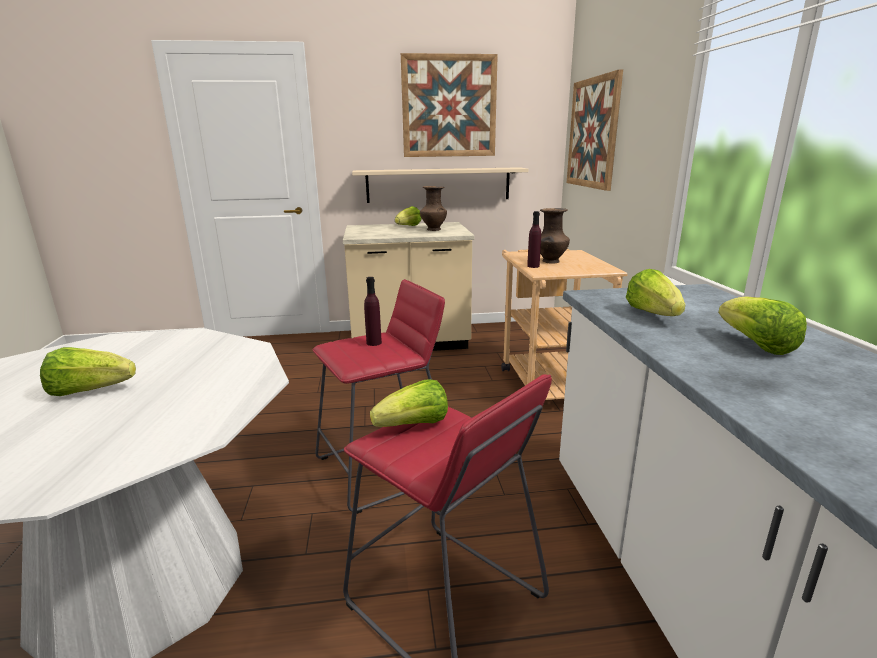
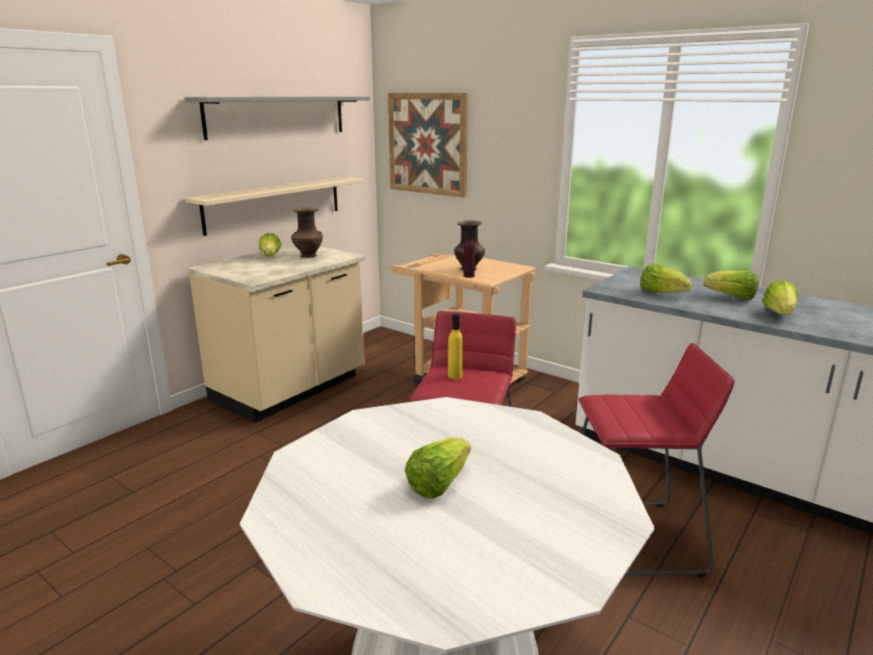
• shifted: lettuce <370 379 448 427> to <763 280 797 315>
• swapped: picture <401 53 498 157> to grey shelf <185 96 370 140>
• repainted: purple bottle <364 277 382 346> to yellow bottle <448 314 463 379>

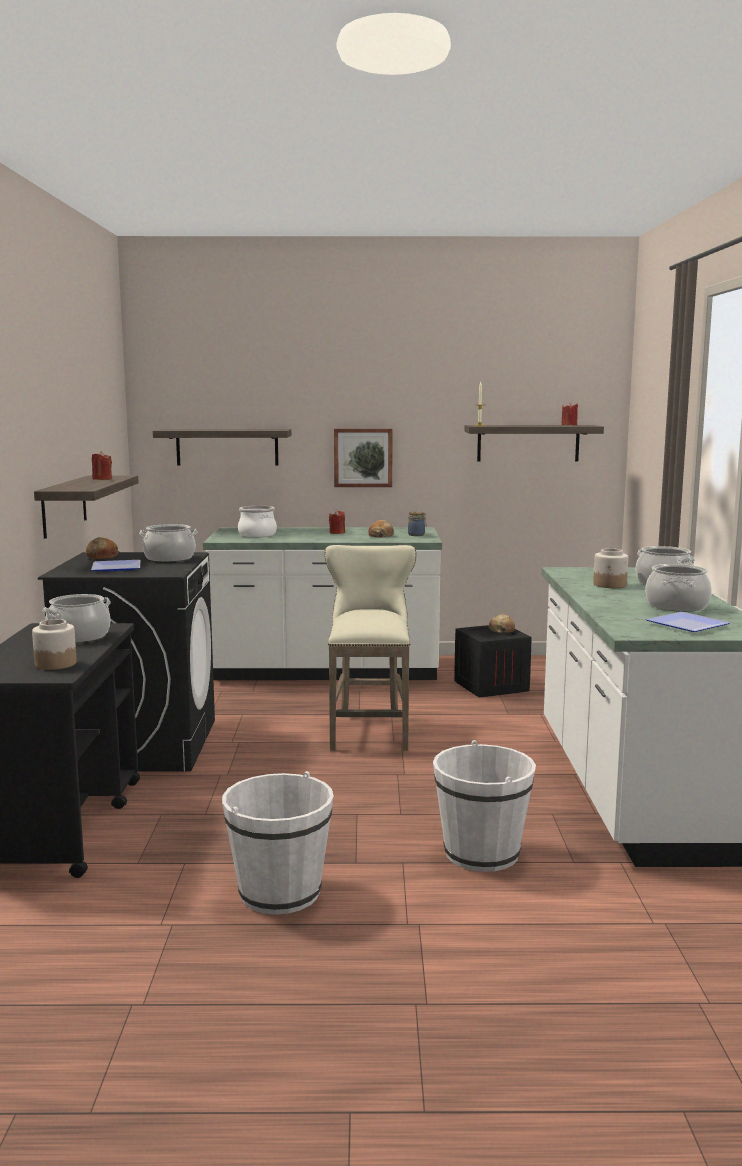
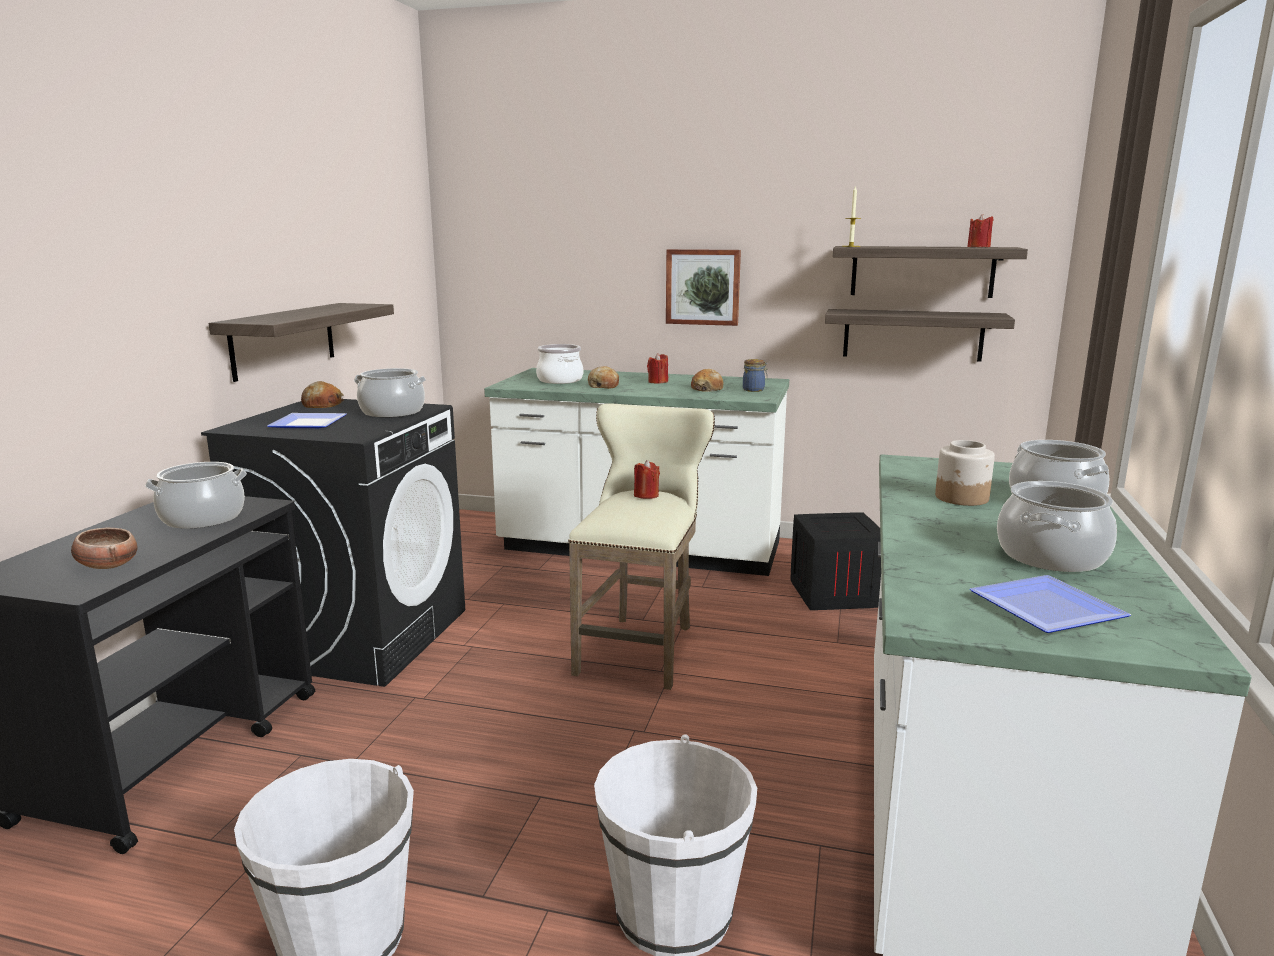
• shifted: red candle <92 451 112 480> to <634 460 660 499>
• shifted: shelf <153 429 291 466> to <825 309 1015 362>
• shifted: bread <489 614 515 633> to <588 366 619 389>
• swapped: jar <32 619 77 670> to bowl <71 528 138 569>

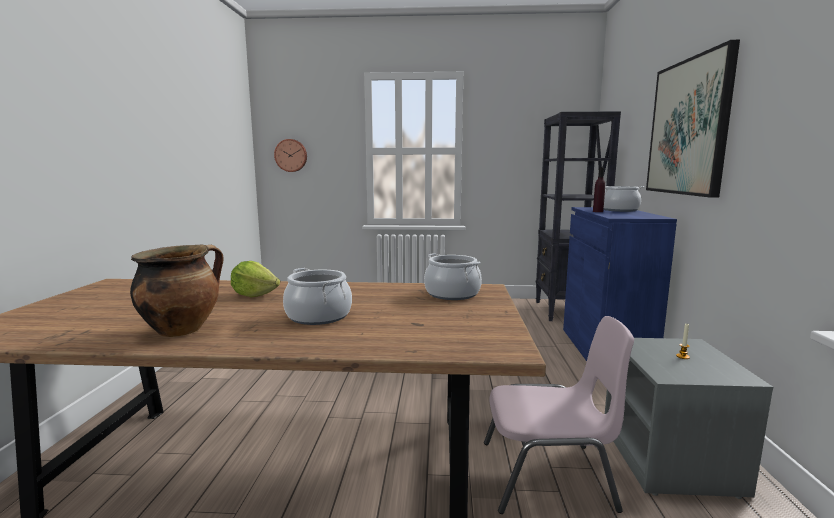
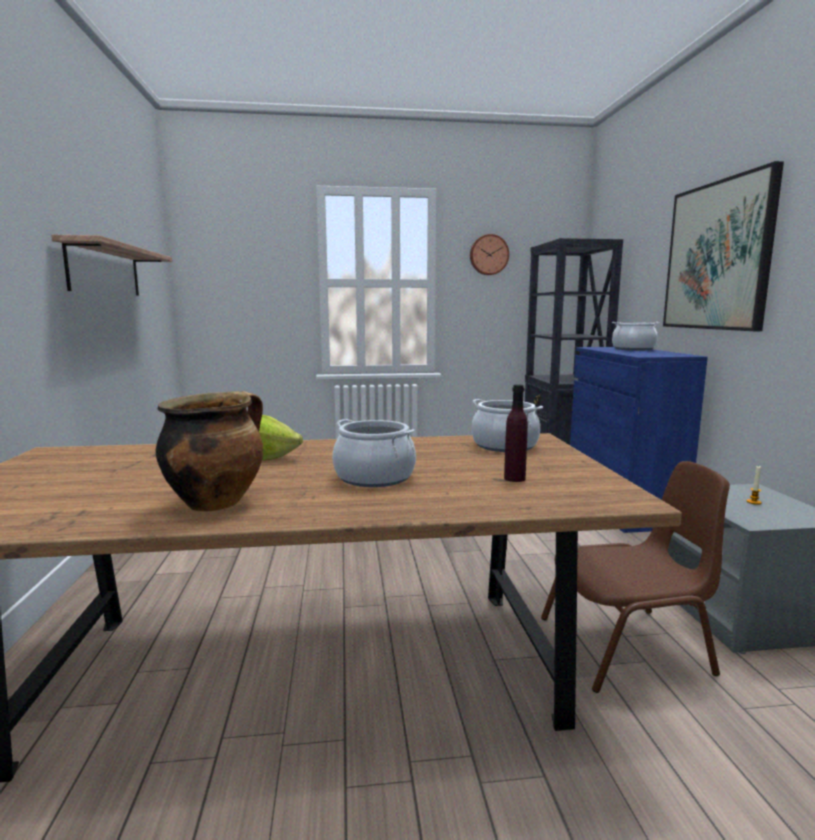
• new: shelf <51 235 172 296>
• shifted: wall clock <274 139 307 172> to <470 234 509 275>
• shifted: purple bottle <593 167 605 212> to <504 384 528 482>
• repainted: pink chair <484 316 634 514> to brown chair <541 461 730 693>

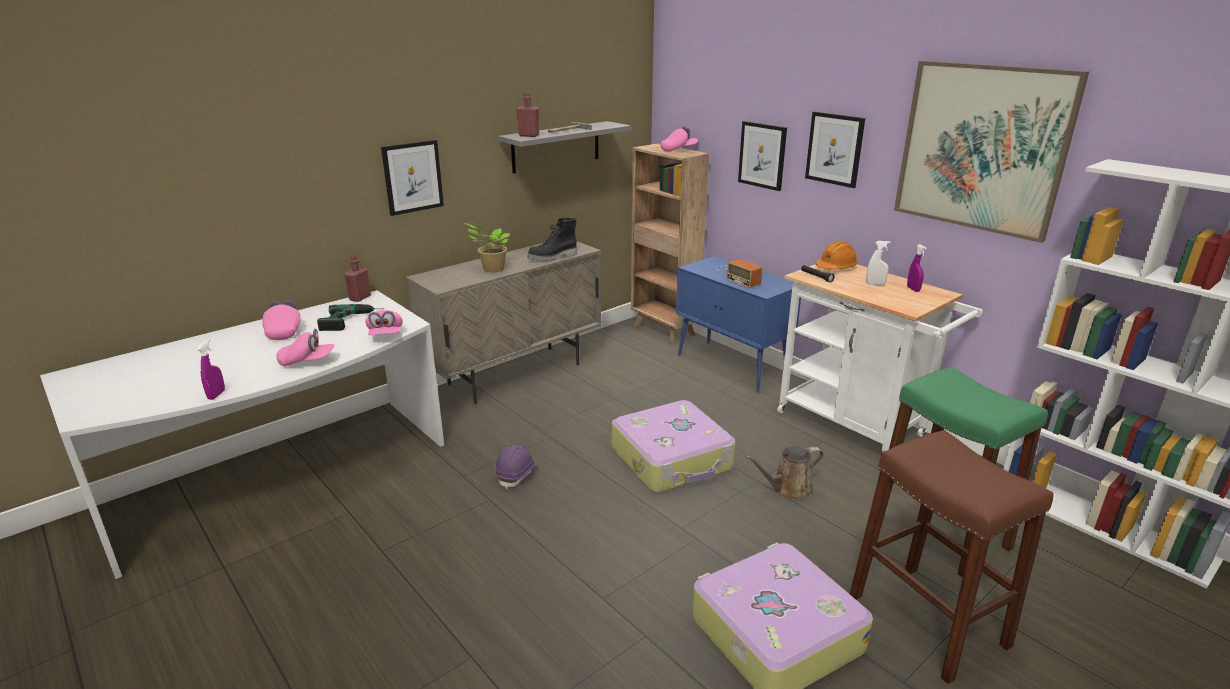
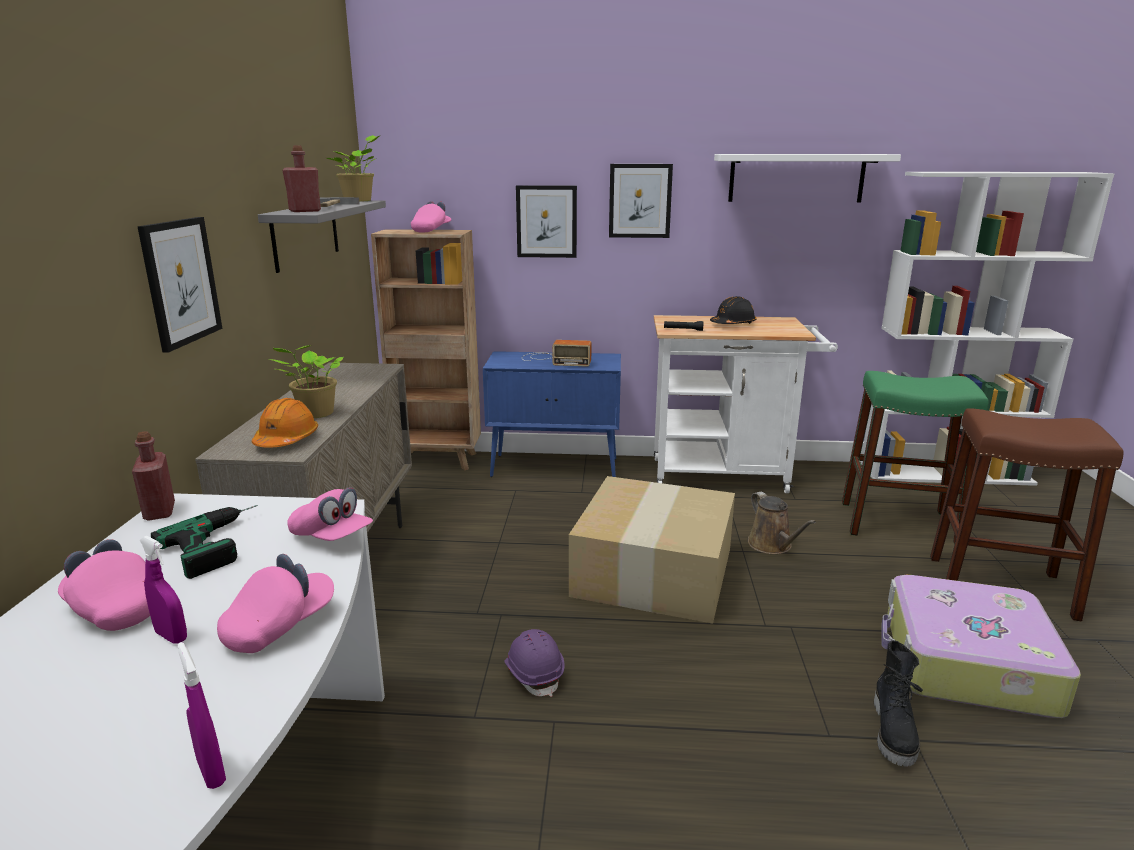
• new: potted plant <327 135 379 202>
• shifted: black boot <527 218 577 261> to <874 640 923 767>
• shifted: orange hard hat <815 241 858 270> to <252 398 318 448>
• shifted: purple spray bottle <907 244 927 292> to <139 536 187 643>
• swapped: suitcase <612 400 736 493> to cardboard box <569 476 735 624>
• swapped: white spray bottle <866 241 891 285> to black hard hat <710 296 757 324>
• swapped: picture <894 61 1089 243> to white shelf <714 154 901 202>
• rotated: brown watering can <745 446 824 500> = <748 492 816 554> 45 degrees counterclockwise

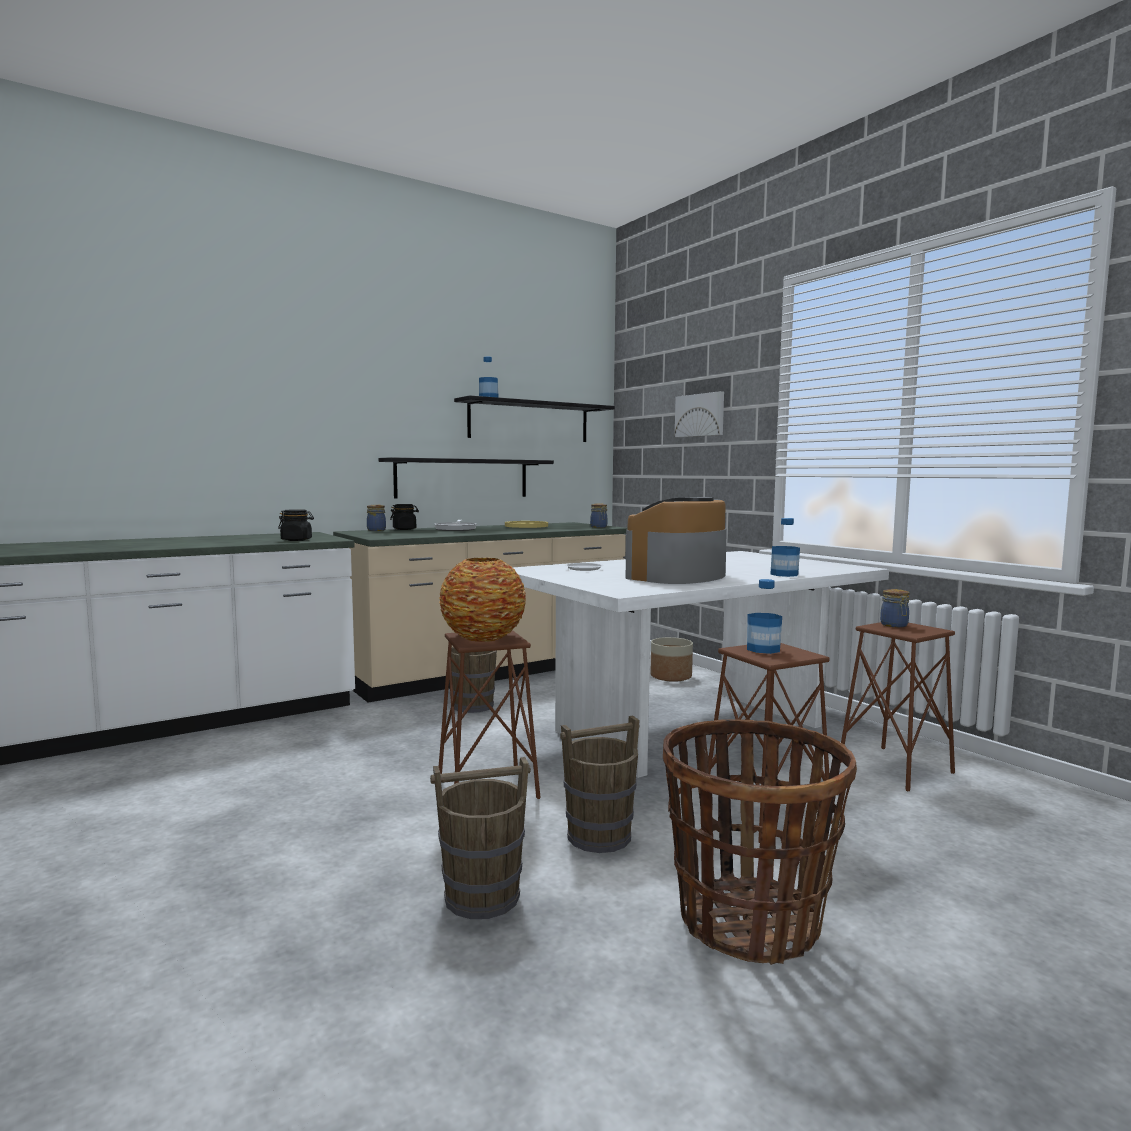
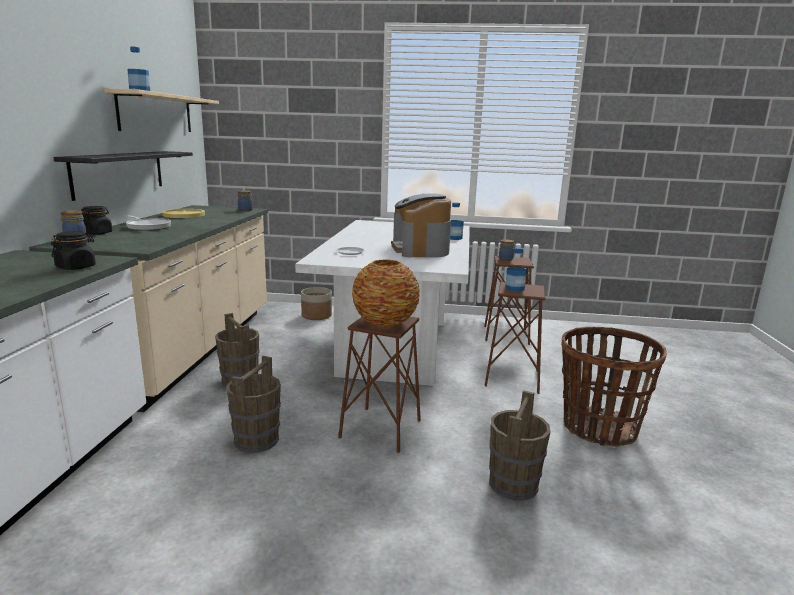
• gone: picture <675 391 724 437>
• shifted: brown bucket <560 715 640 853> to <226 356 281 453>
• repainted: black shelf <454 395 615 442> to beige shelf <104 88 219 132>

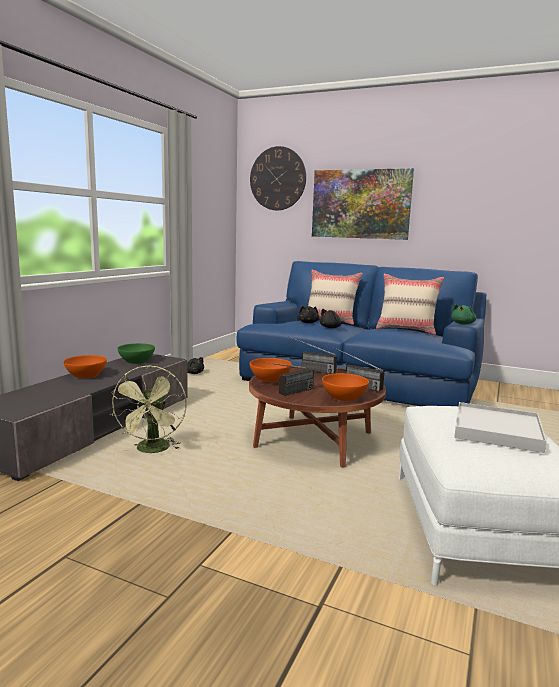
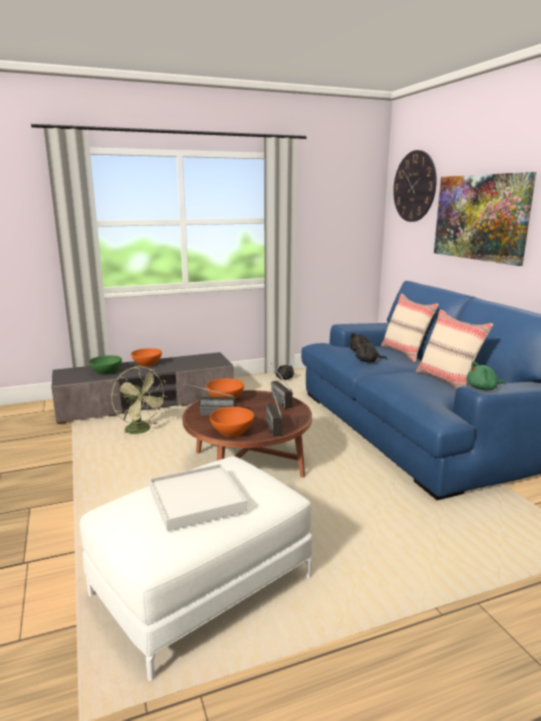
• shifted: green bowl <117 343 155 364> to <89 355 122 375>
• rotated: green fan <110 365 187 453> = <111 367 168 439> 90 degrees counterclockwise

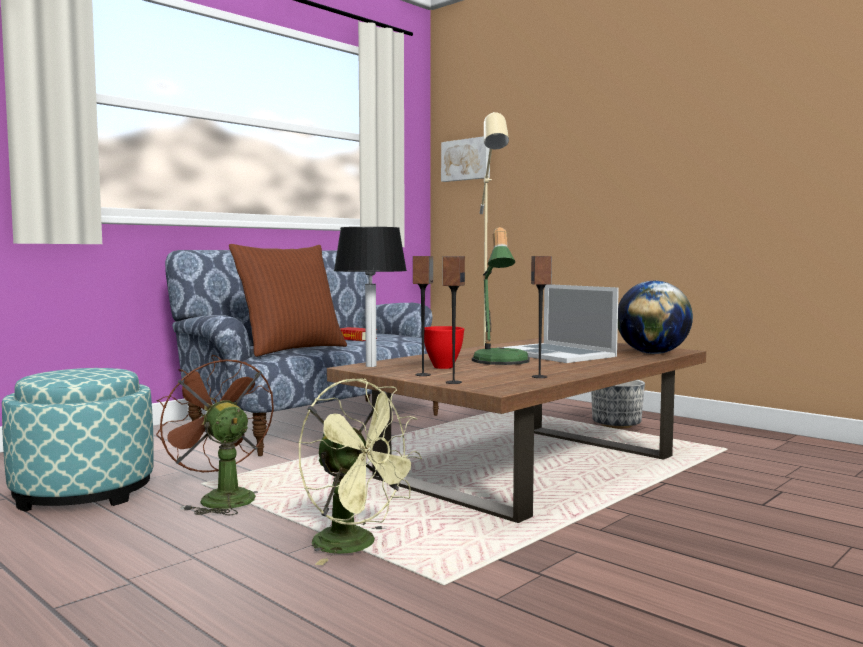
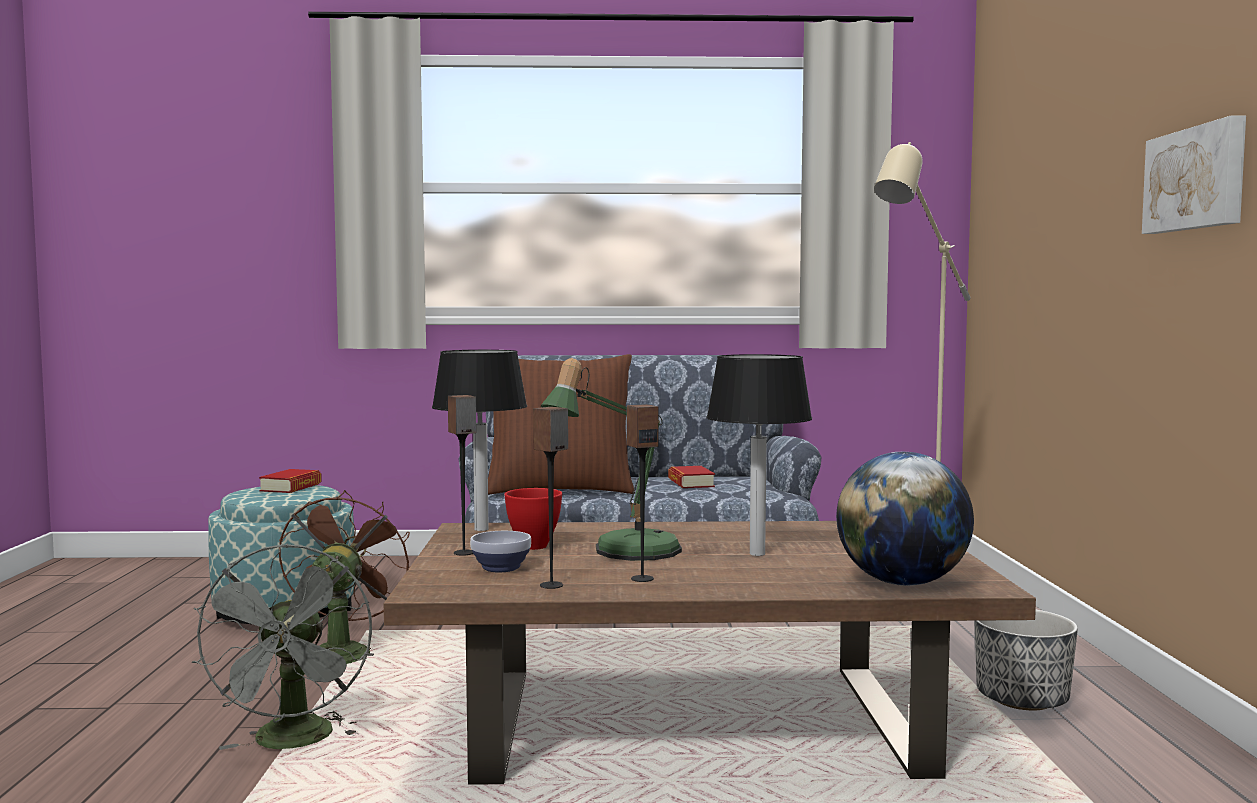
• new: book <259 469 322 493>
• new: bowl <470 531 531 572>
• shifted: picture <441 136 490 182> to <1142 116 1246 234>
• shifted: speaker <442 256 465 384> to <627 404 658 582>
• swapped: laptop <498 284 619 363> to table lamp <706 354 812 556>
• repainted: green fan <298 378 422 565> to grey fan <192 543 372 750>

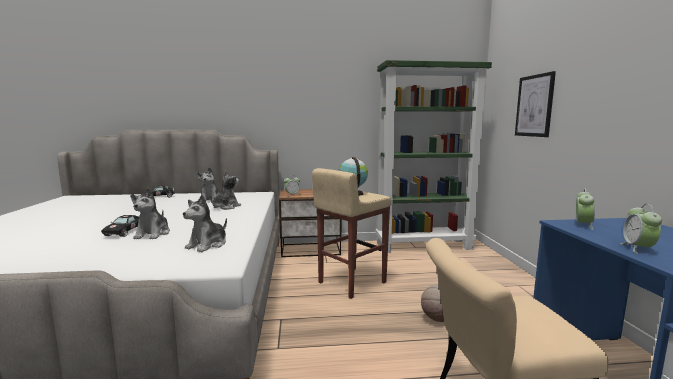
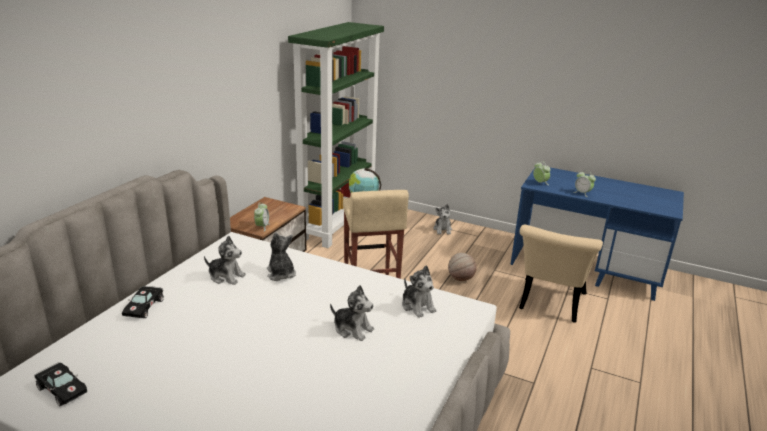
• gone: picture <515 71 556 137>
• new: plush toy <433 204 452 235>
• shifted: black toy car <101 215 139 237> to <34 362 87 406>

